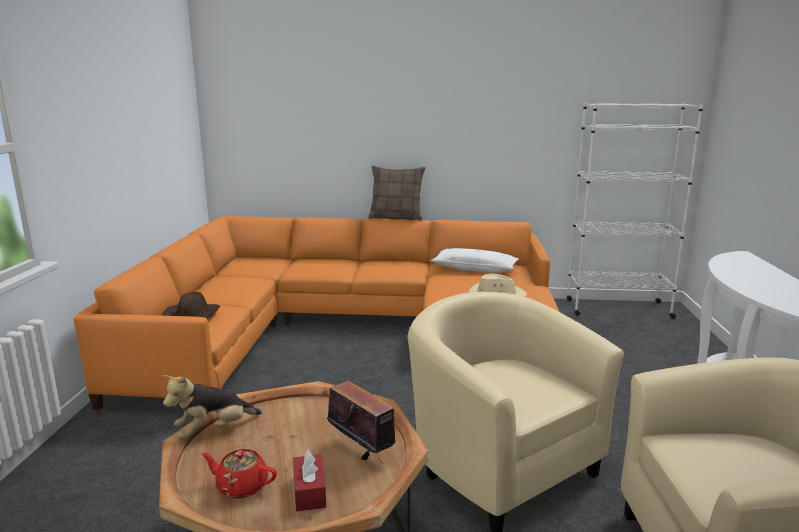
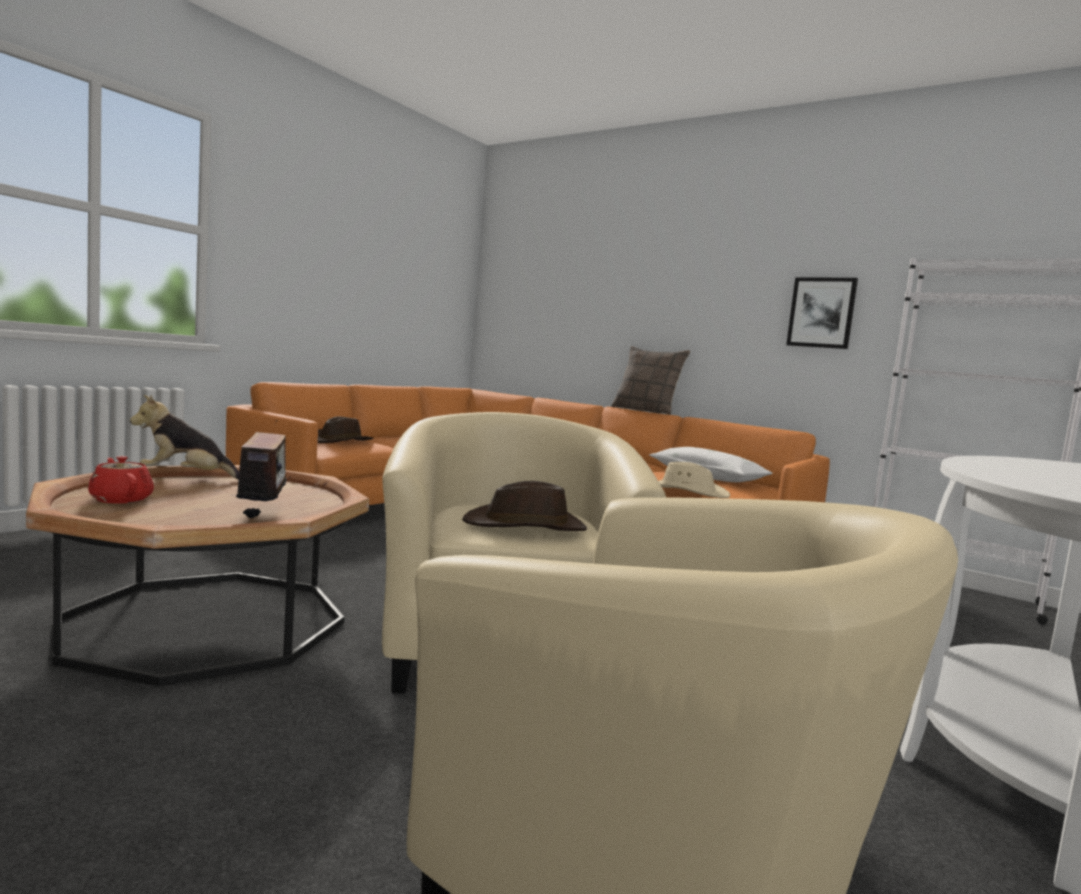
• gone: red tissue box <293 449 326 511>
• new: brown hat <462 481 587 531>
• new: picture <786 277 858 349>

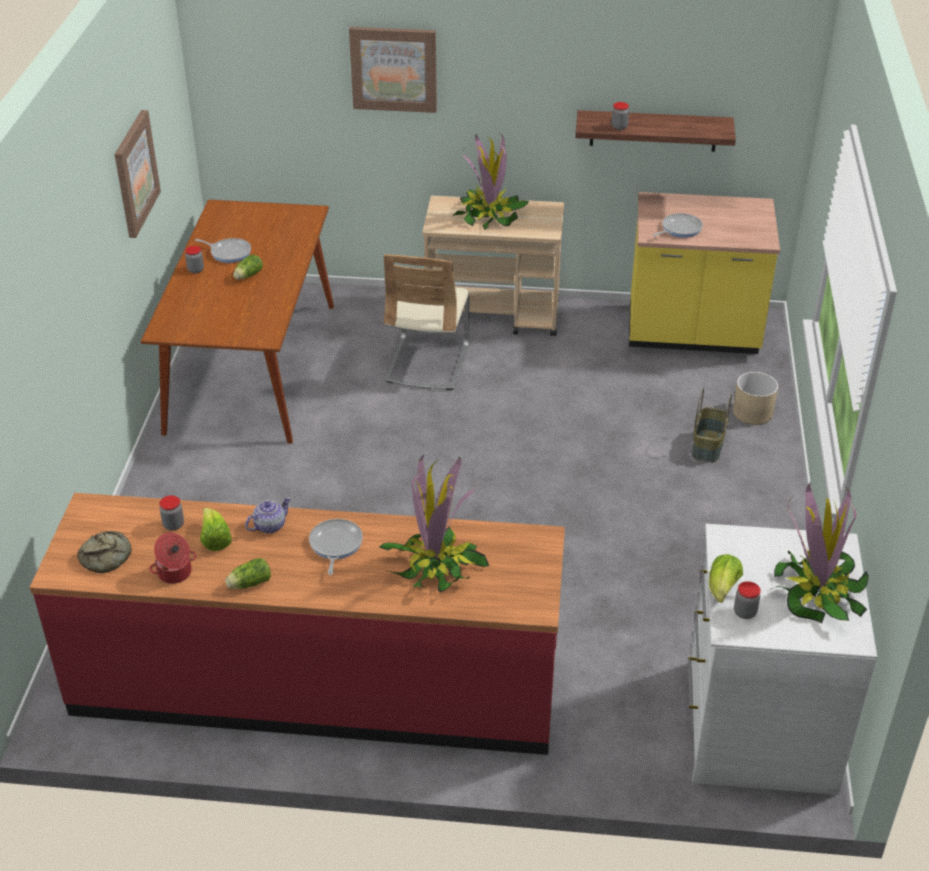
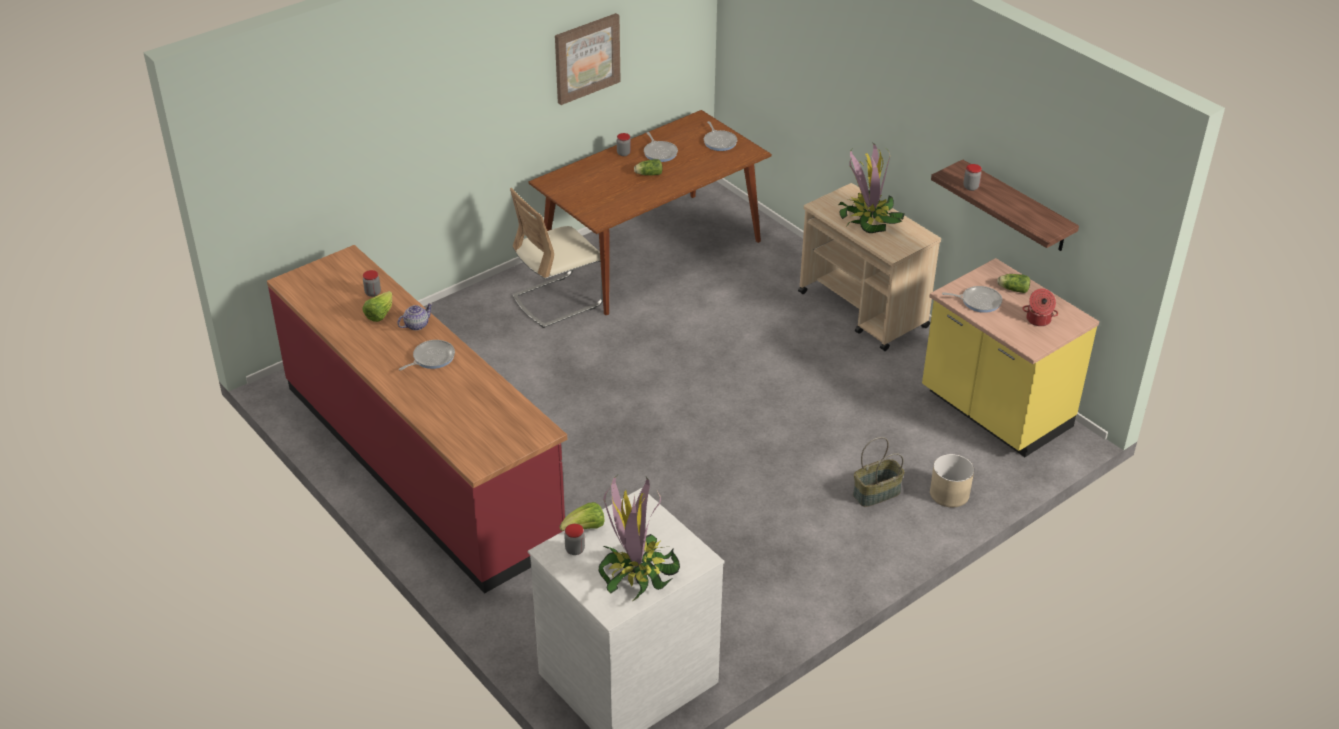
• gone: bread <77 531 131 573>
• gone: picture <349 27 437 113>
• gone: potted plant <379 454 489 592>
• new: frying pan <704 121 737 151>
• shifted: cooking pot <149 533 196 584> to <1022 288 1058 326>
• shifted: lettuce <225 558 271 589> to <997 274 1030 293>
• shifted: beige chair <384 254 470 390> to <510 188 603 328>
• rotated: teapot <245 497 291 533> = <398 303 433 330> 45 degrees counterclockwise

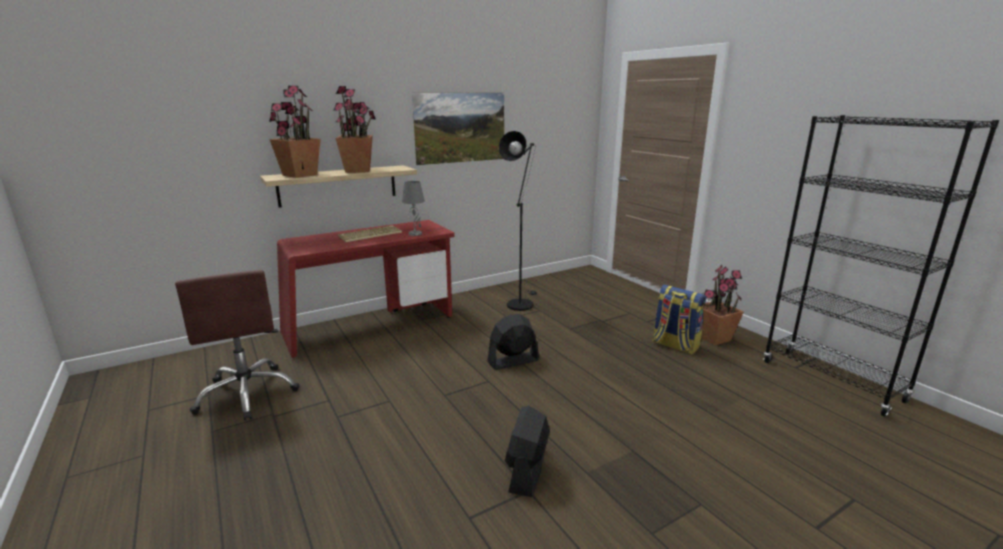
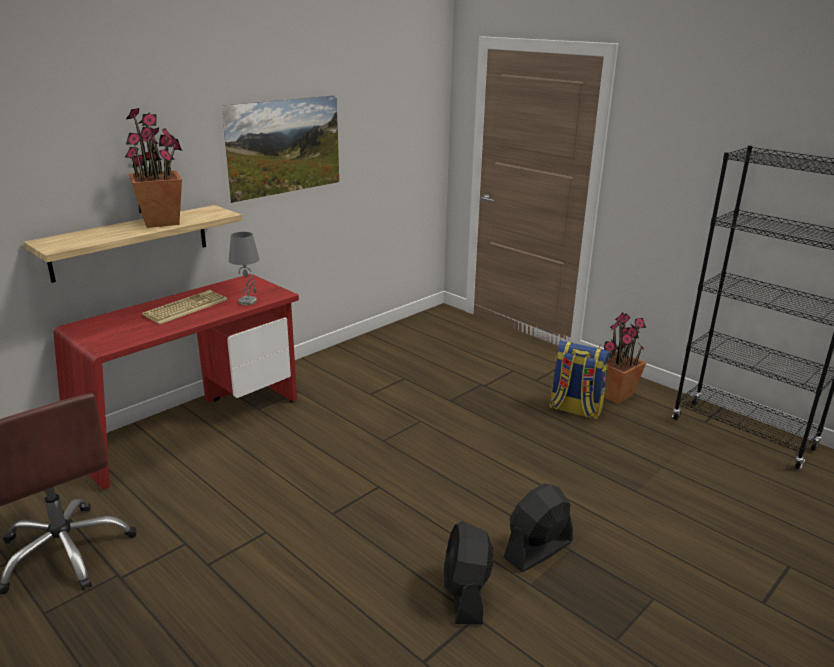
• gone: potted plant <269 86 321 178>
• gone: black floor lamp <499 131 537 311>
• shifted: black fan <487 314 539 370> to <503 484 573 572>

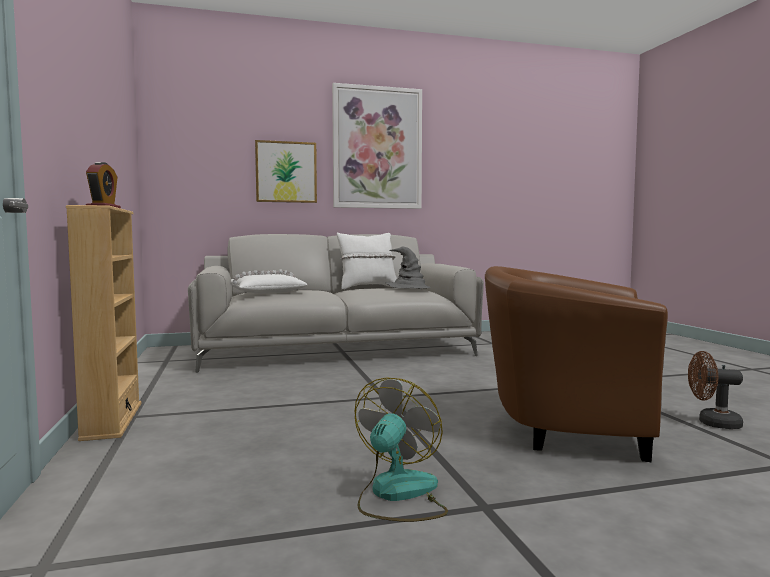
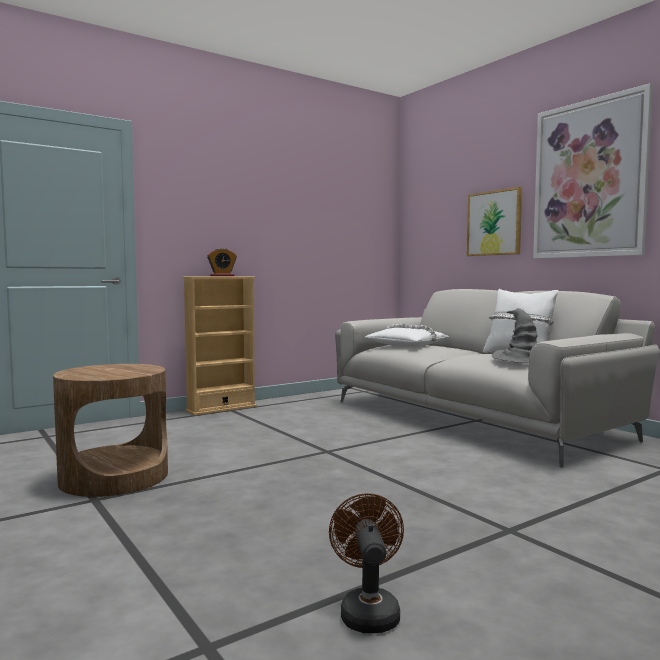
• gone: brown armchair <485 266 668 462>
• swapped: fan <354 378 448 522> to brown side table <53 364 168 497>

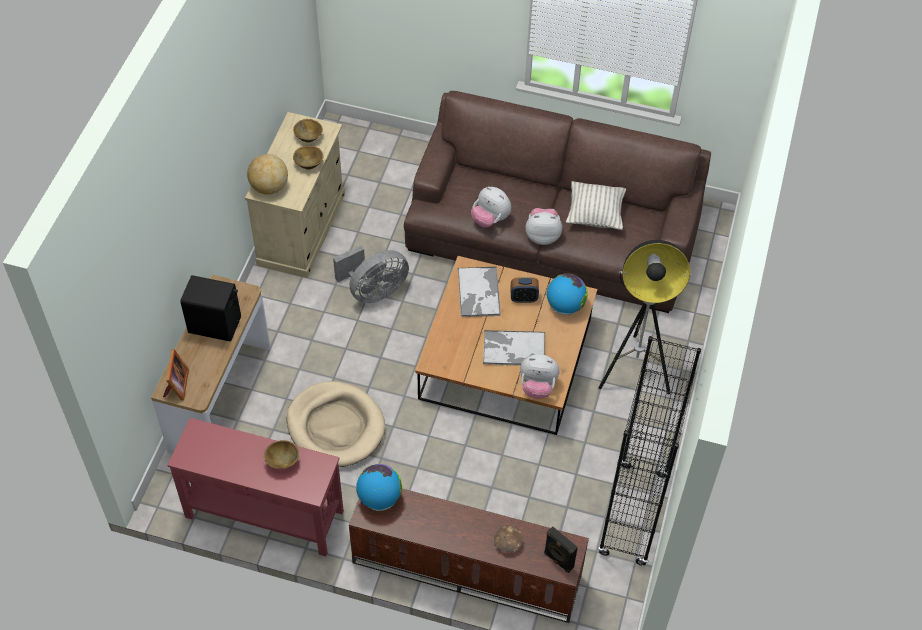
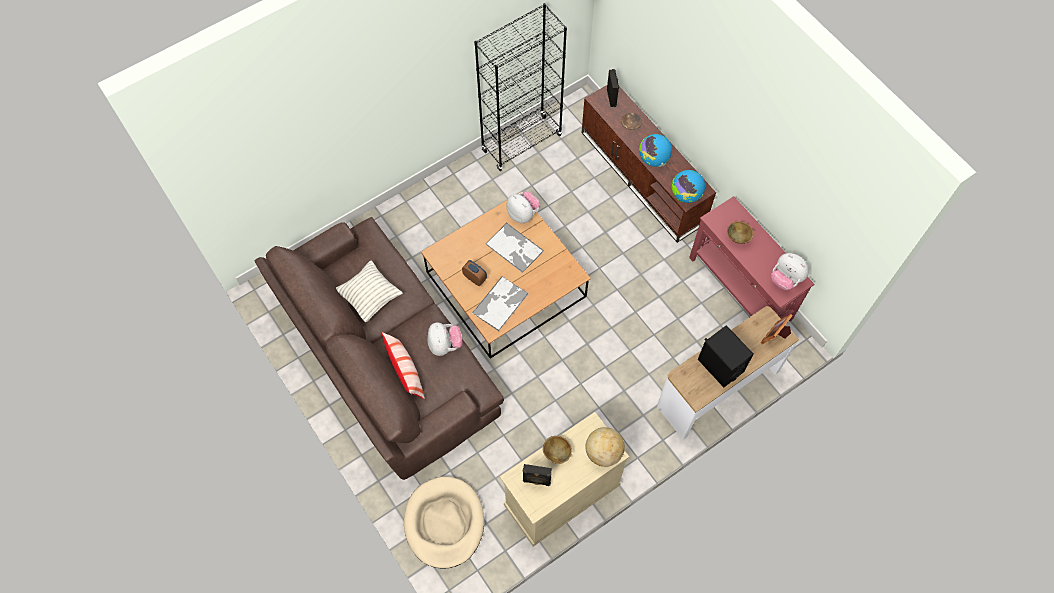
• gone: grey fan <333 245 409 303>
• gone: floor lamp <599 240 691 394>
• new: pillow <382 332 425 399>
• shifted: beige dog bed <287 381 385 467> to <404 476 484 569>
• shifted: plush toy <525 208 562 245> to <771 253 809 290>
• shifted: globe <547 273 588 315> to <639 134 672 167>
• swapped: brown bowl <293 119 323 143> to black speaker <523 464 552 486>

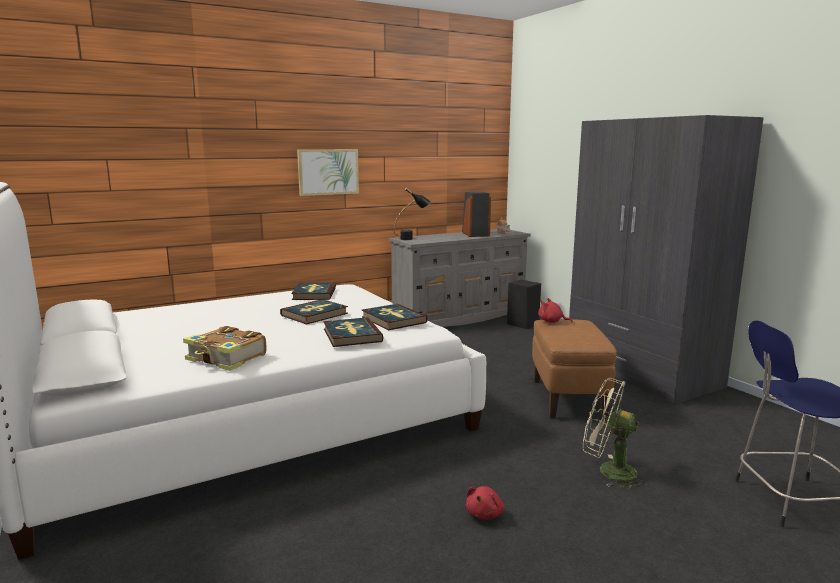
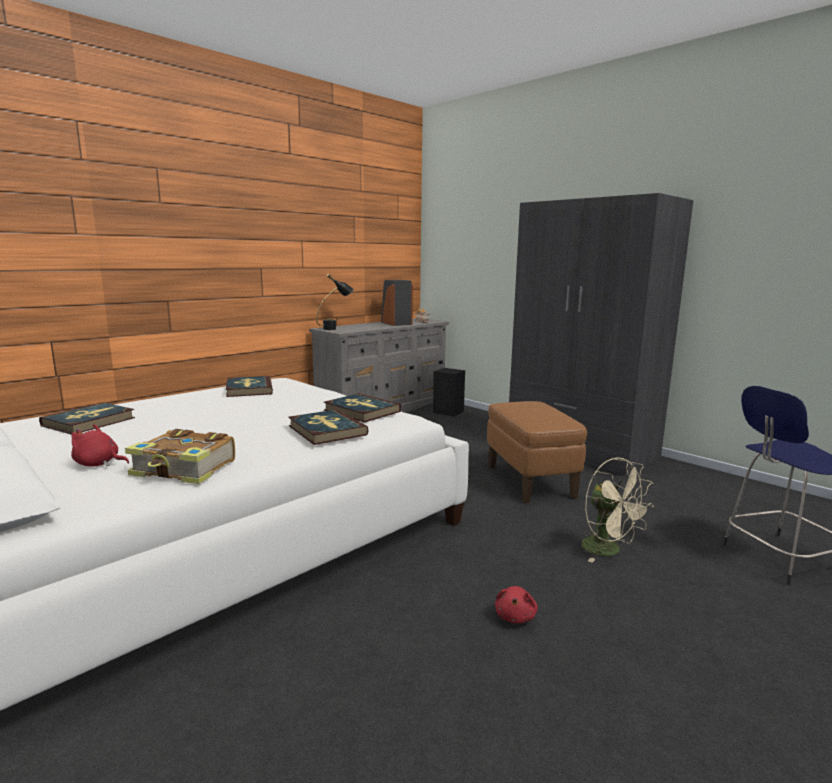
• gone: picture <297 149 359 196>
• shifted: book <280 299 348 324> to <39 402 135 435>
• shifted: red plush toy <538 298 573 323> to <71 424 129 467>
• rotated: beige fan <583 378 647 489> = <582 458 654 563> 135 degrees counterclockwise

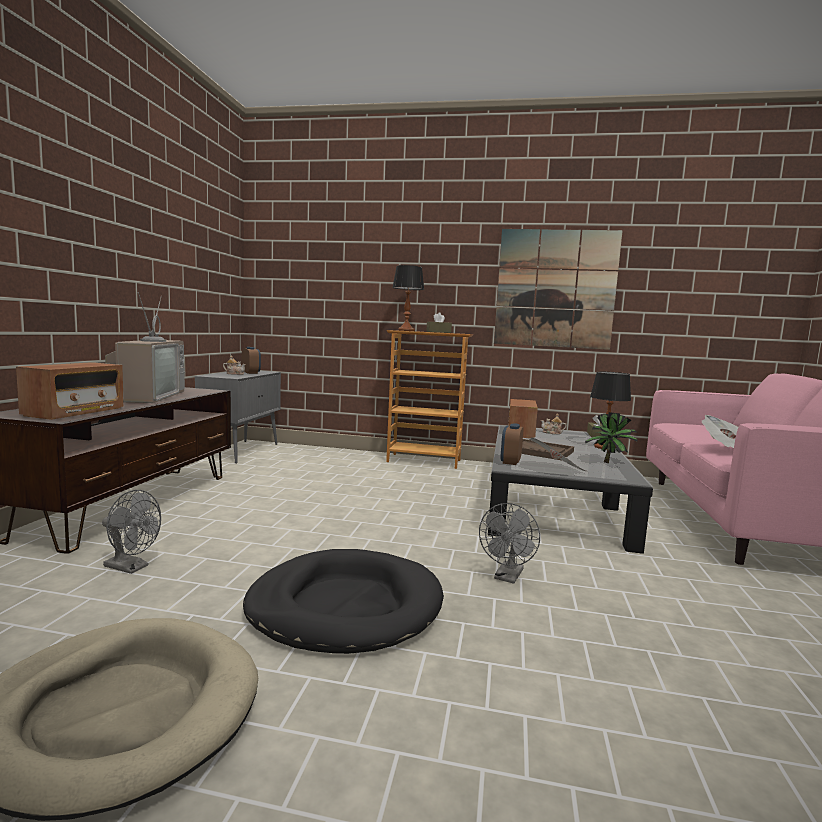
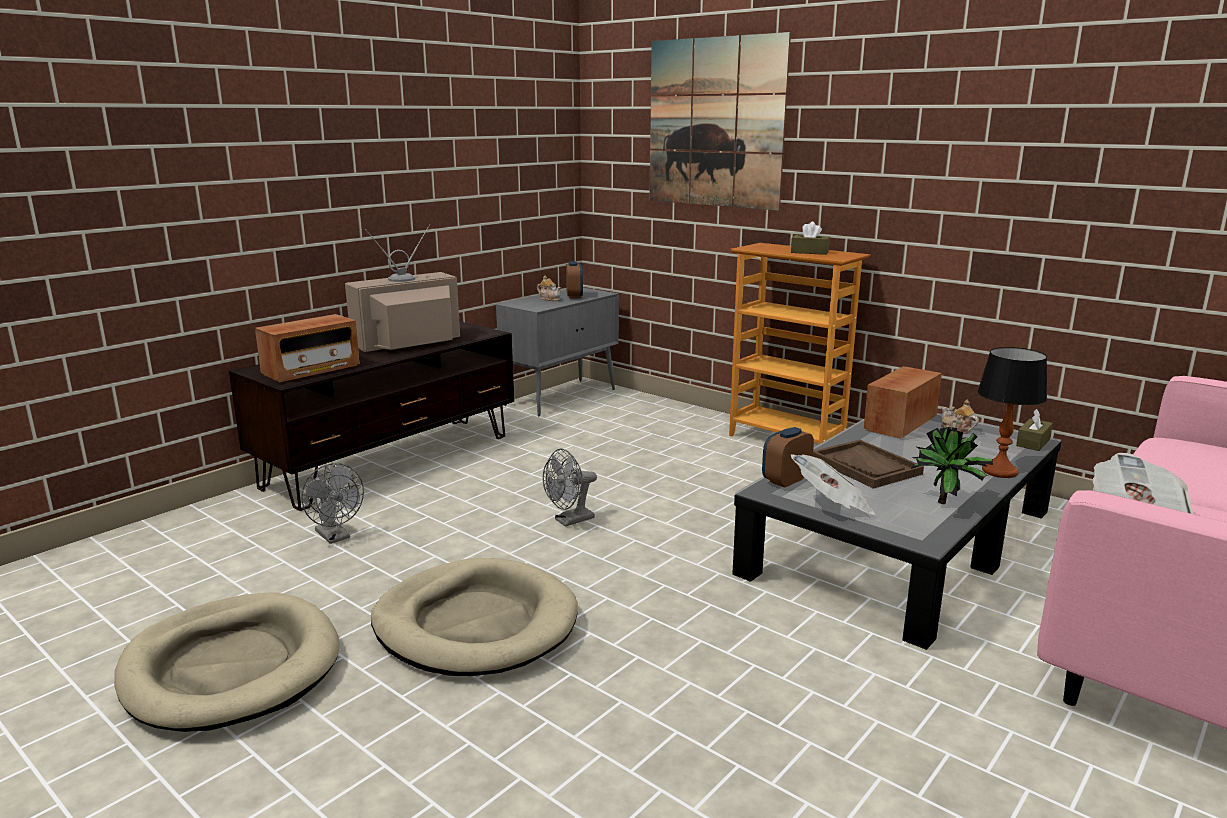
• gone: table lamp <392 265 424 331>
• shifted: grey fan <479 503 540 584> to <543 449 597 527>
• shifted: picture <494 229 623 350> to <649 32 791 211>
• repainted: black dog bed <243 549 444 654> to beige dog bed <371 558 578 676>
• rotated: television <105 292 185 403> = <345 224 460 352> 150 degrees counterclockwise

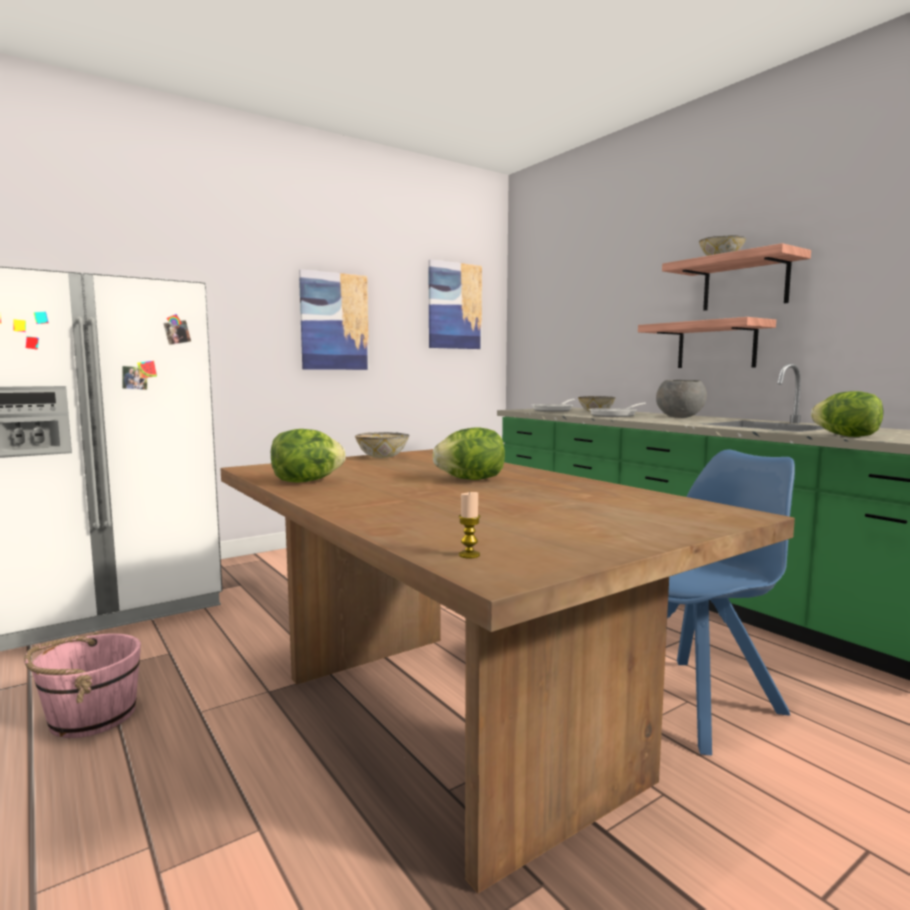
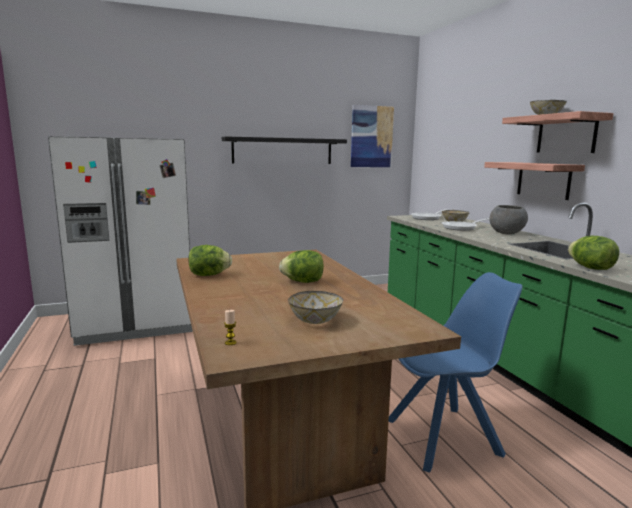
• gone: pink bucket <24 632 141 738>
• shifted: bowl <355 432 409 458> to <288 291 343 324>
• swapped: picture <299 269 369 370> to black shelf <222 136 347 164>

